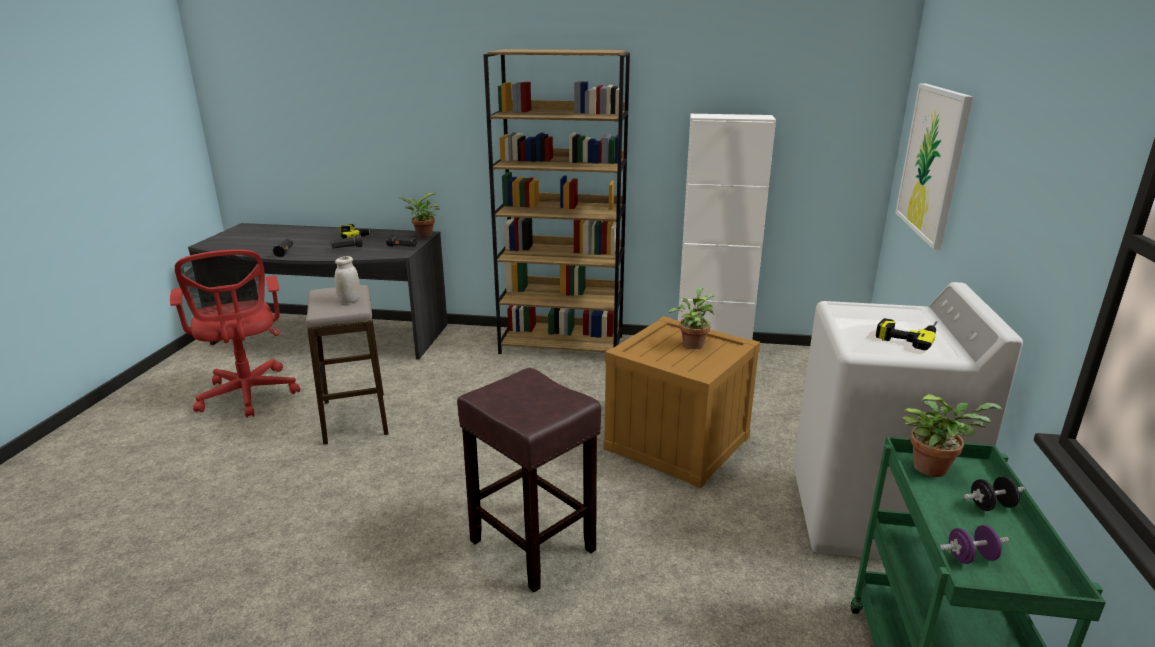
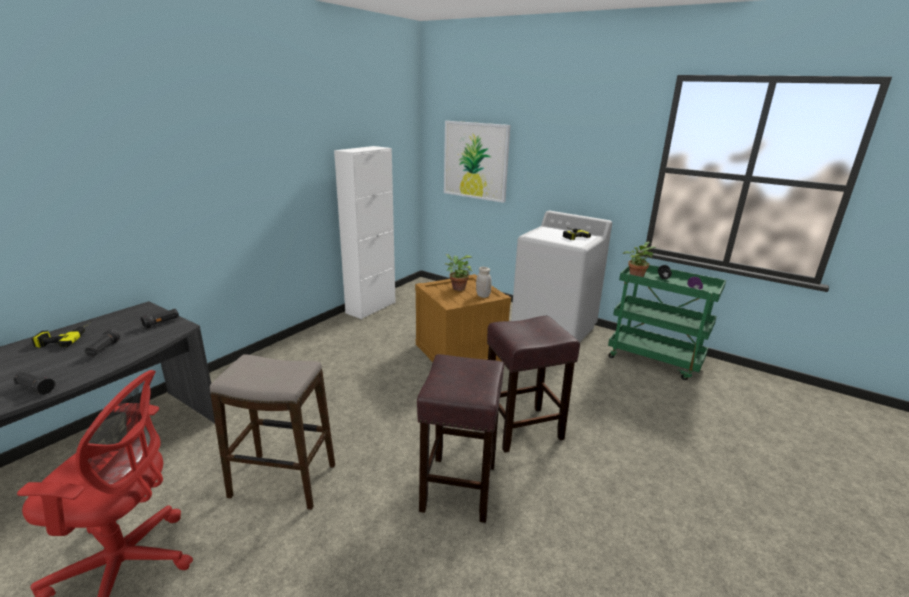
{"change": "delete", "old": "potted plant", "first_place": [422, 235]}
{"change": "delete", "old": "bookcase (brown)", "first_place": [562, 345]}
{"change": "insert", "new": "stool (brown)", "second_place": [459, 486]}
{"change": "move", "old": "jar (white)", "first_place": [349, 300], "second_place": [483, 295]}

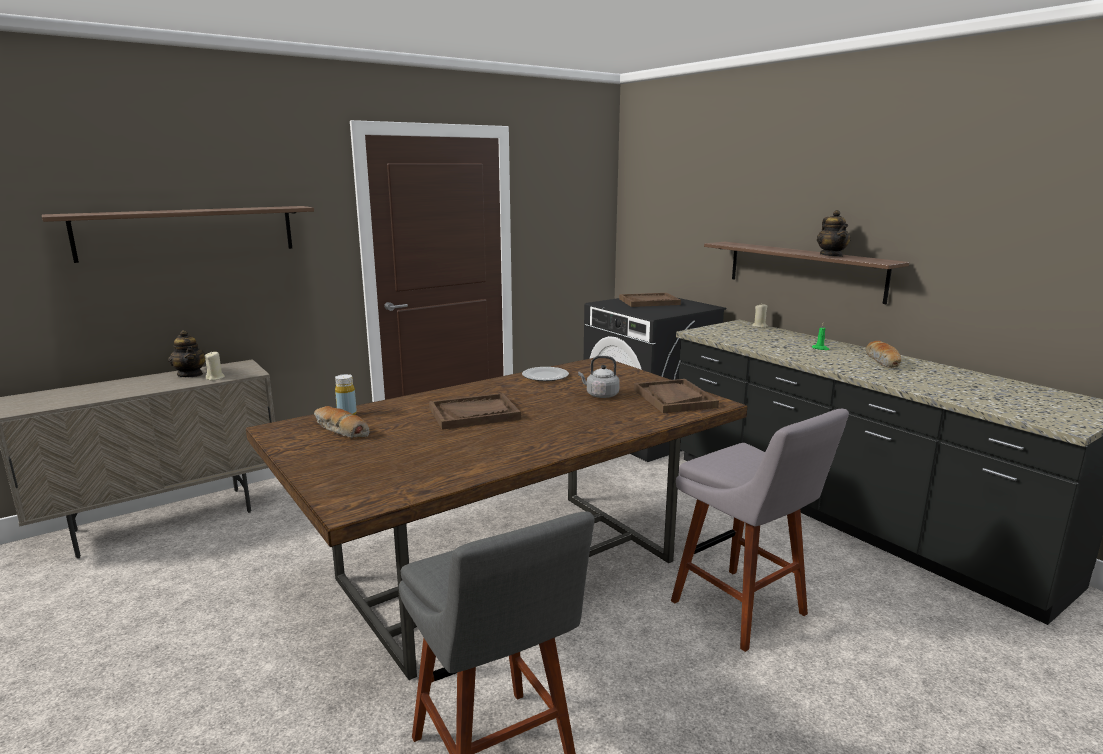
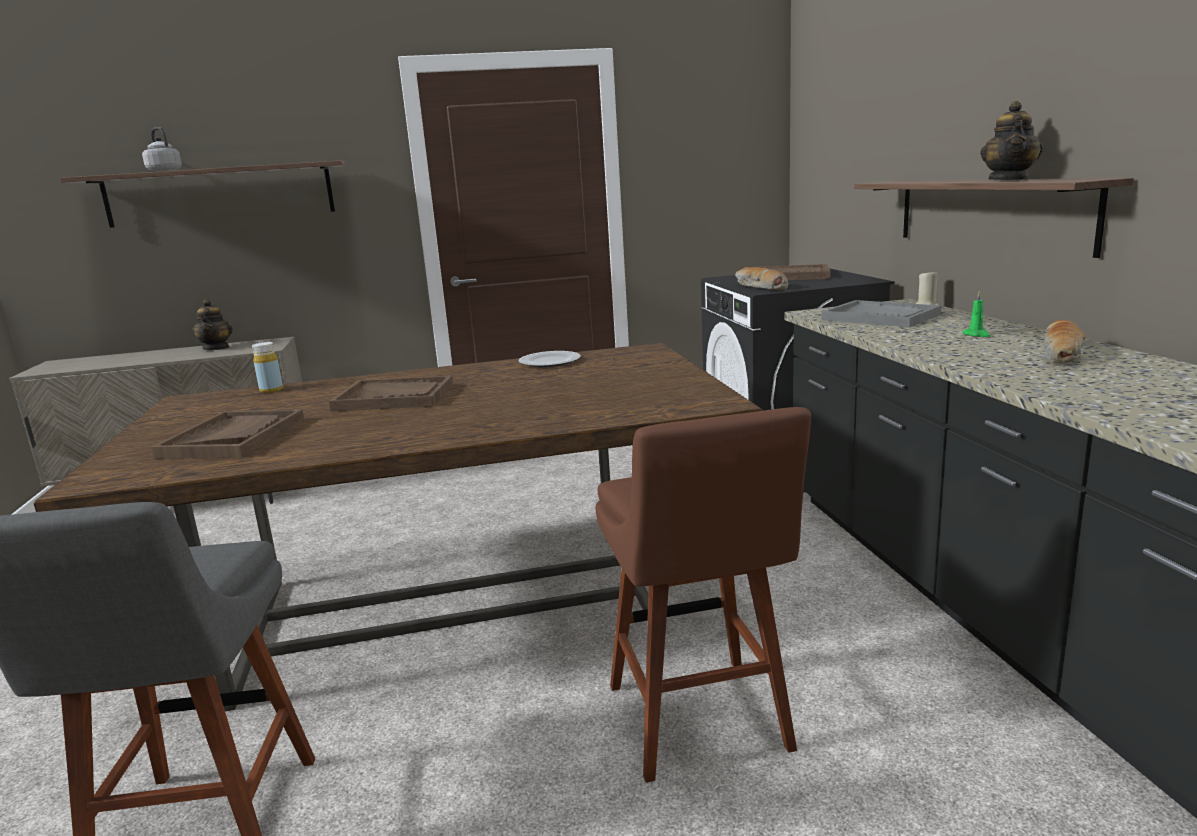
{"change": "delete", "old": "candle (beige)", "first_place": [215, 378]}
{"change": "insert", "new": "tray (grey)", "second_place": [881, 317]}
{"change": "move", "old": "bread", "first_place": [340, 430], "second_place": [759, 287]}
{"change": "move", "old": "kettle (grey)", "first_place": [600, 395], "second_place": [163, 171]}
{"change": "move", "old": "tray (brown)", "first_place": [674, 398], "second_place": [233, 438]}
{"change": "recolor", "old": "stool (grey)", "new": "stool (brown)", "first_place": [744, 611], "second_place": [700, 723]}

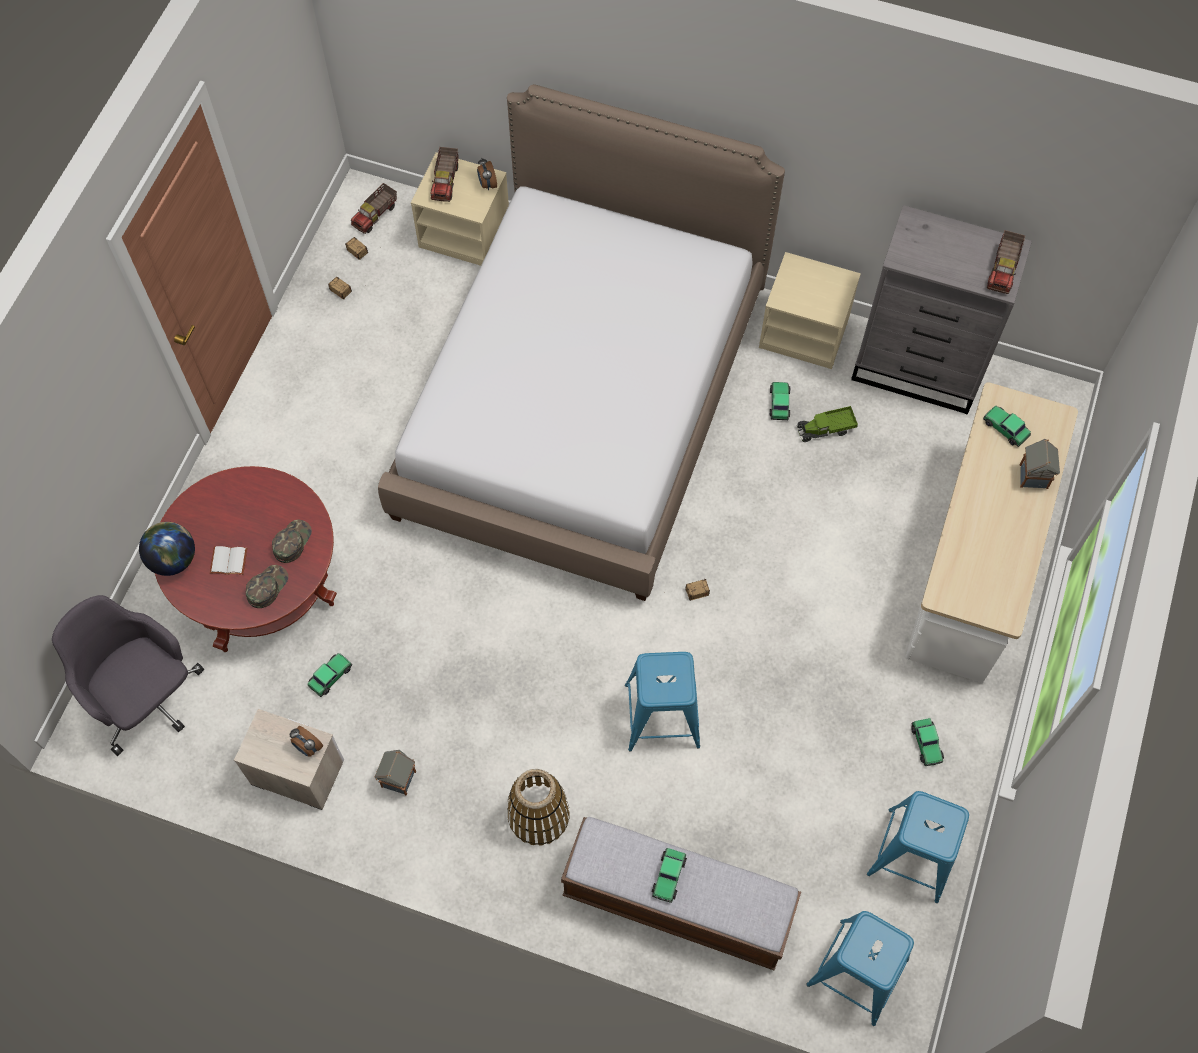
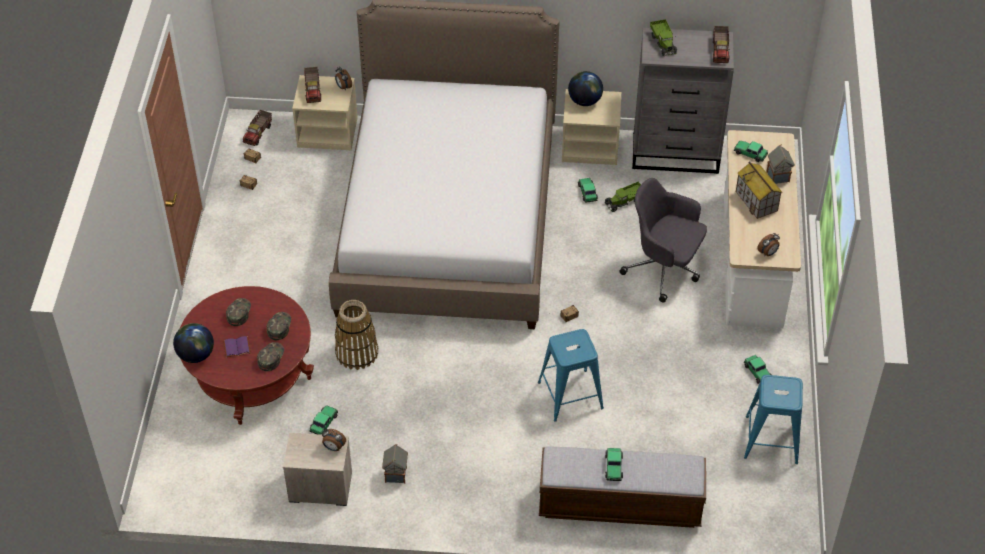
{"change": "delete", "old": "stool (blue)", "first_place": [857, 972]}
{"change": "insert", "new": "cap (green)", "second_place": [238, 313]}
{"change": "insert", "new": "globe", "second_place": [584, 101]}
{"change": "insert", "new": "toy truck", "second_place": [663, 43]}
{"change": "insert", "new": "toy house", "second_place": [757, 201]}
{"change": "insert", "new": "alarm clock", "second_place": [768, 253]}
{"change": "move", "old": "office chair (grey)", "first_place": [146, 698], "second_place": [664, 269]}
{"change": "move", "old": "basket", "first_place": [538, 816], "second_place": [357, 353]}
{"change": "recolor", "old": "book (white)", "new": "book (purple)", "first_place": [228, 562], "second_place": [236, 348]}

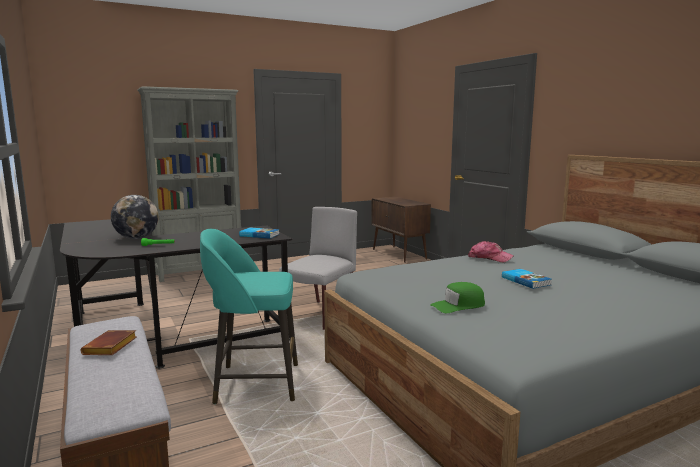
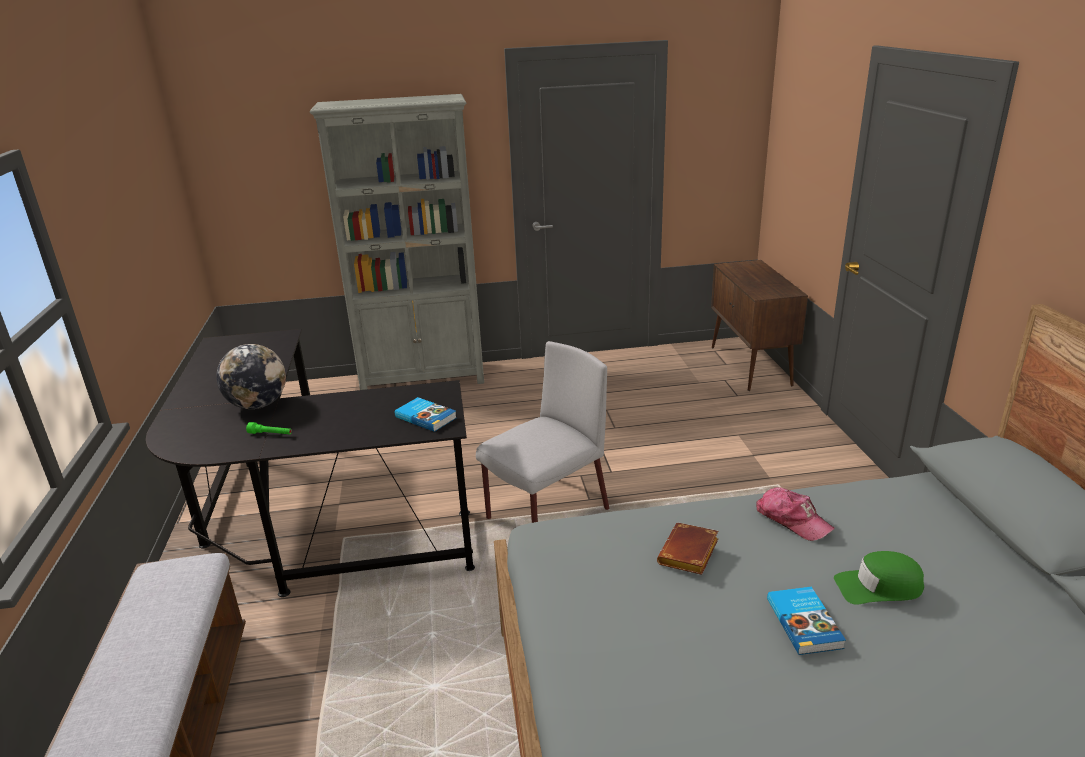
{"change": "delete", "old": "stool (turquoise)", "first_place": [254, 383]}
{"change": "move", "old": "book (brown)", "first_place": [111, 348], "second_place": [689, 555]}
{"change": "move", "old": "cap (green)", "first_place": [458, 305], "second_place": [878, 587]}

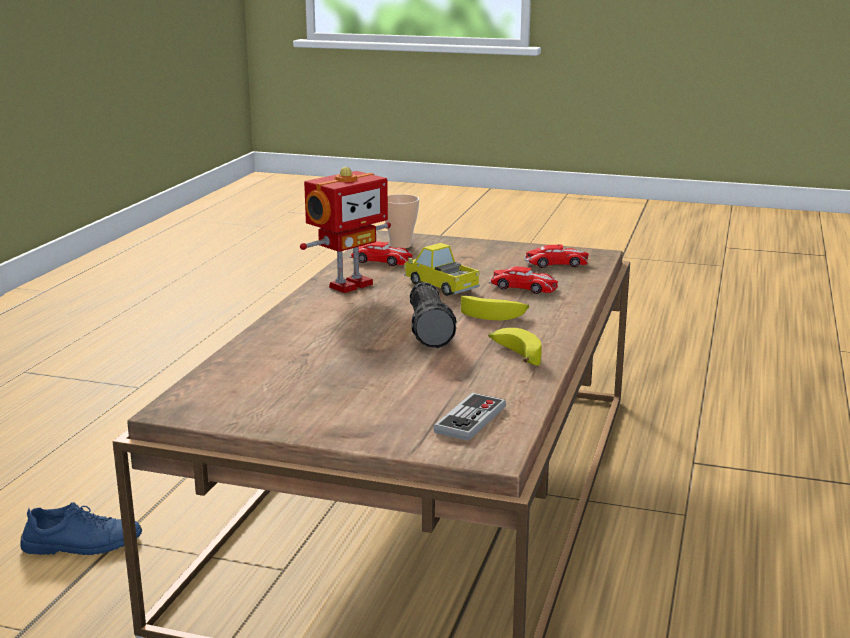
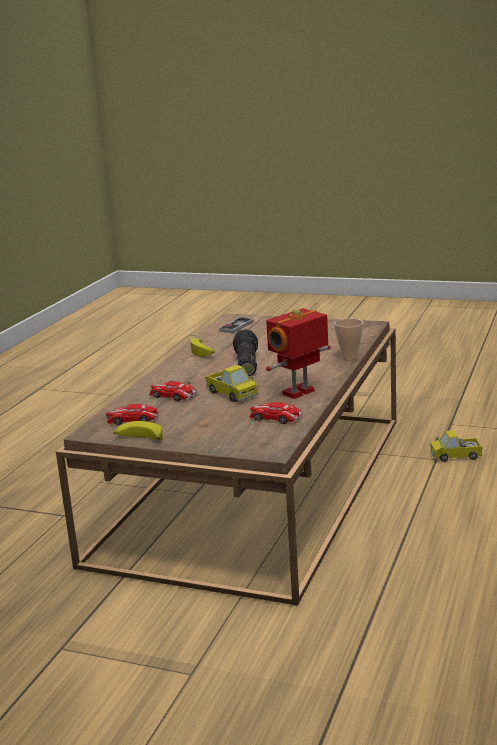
{"change": "move", "old": "cup", "first_place": [400, 245], "second_place": [349, 357]}
{"change": "move", "old": "banana", "first_place": [494, 314], "second_place": [139, 439]}
{"change": "replace", "old": "shoe (blue)", "new": "toy truck", "first_place": [82, 544], "second_place": [455, 456]}

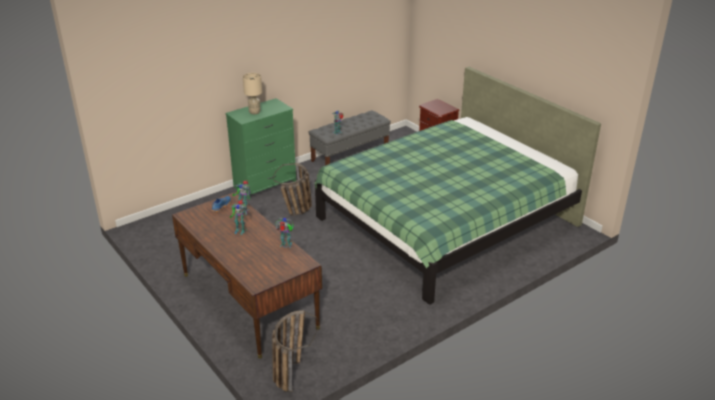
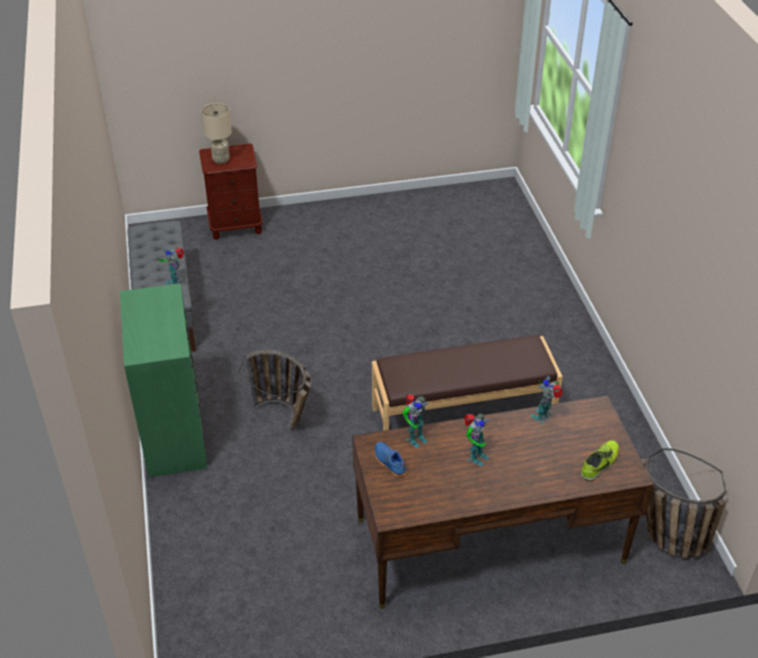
{"change": "delete", "old": "bed (green)", "first_place": [445, 221]}
{"change": "insert", "new": "bench (brown)", "second_place": [462, 414]}
{"change": "insert", "new": "shoe", "second_place": [600, 464]}
{"change": "move", "old": "table lamp (beige)", "first_place": [254, 112], "second_place": [220, 160]}

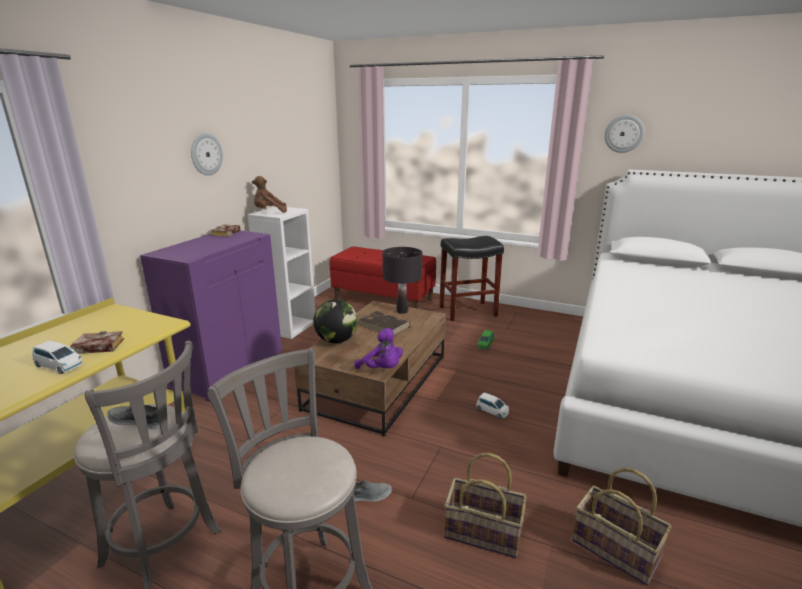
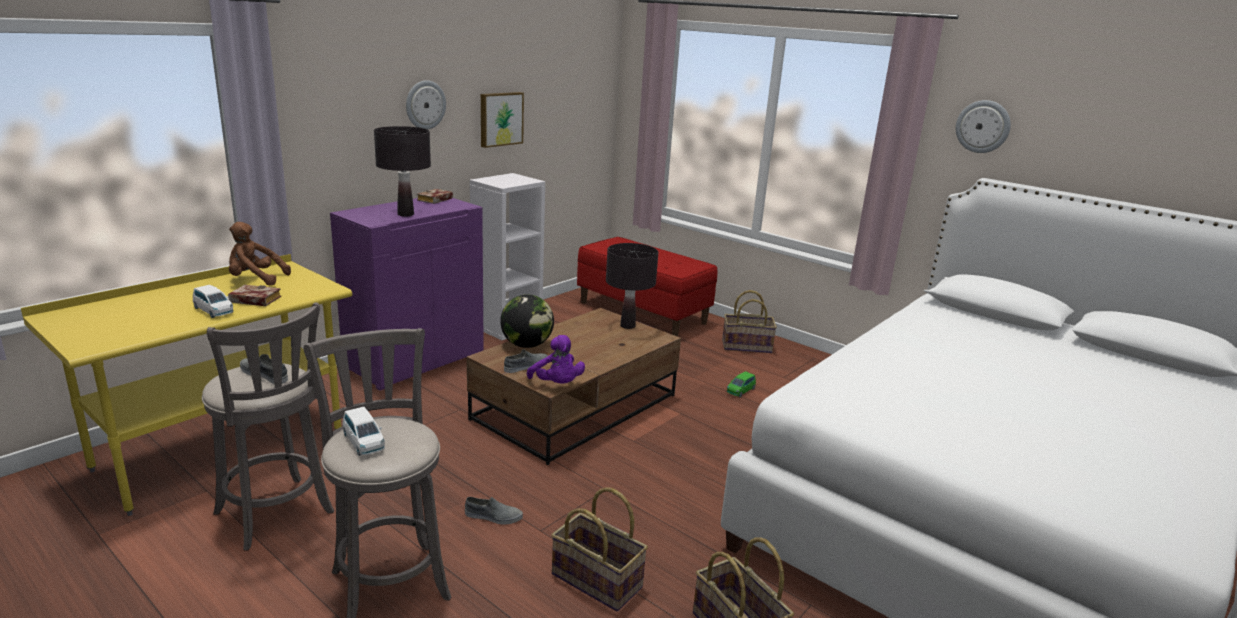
{"change": "delete", "old": "book (brown)", "first_place": [384, 326]}
{"change": "insert", "new": "table lamp (black)", "second_place": [405, 214]}
{"change": "insert", "new": "picture", "second_place": [500, 119]}
{"change": "insert", "new": "shoe (grey)", "second_place": [526, 366]}
{"change": "move", "old": "plush toy (brown)", "first_place": [269, 212], "second_place": [255, 279]}
{"change": "move", "old": "toy car (white)", "first_place": [492, 411], "second_place": [364, 442]}
{"change": "replace", "old": "stool (black)", "new": "basket", "first_place": [468, 311], "second_place": [746, 346]}

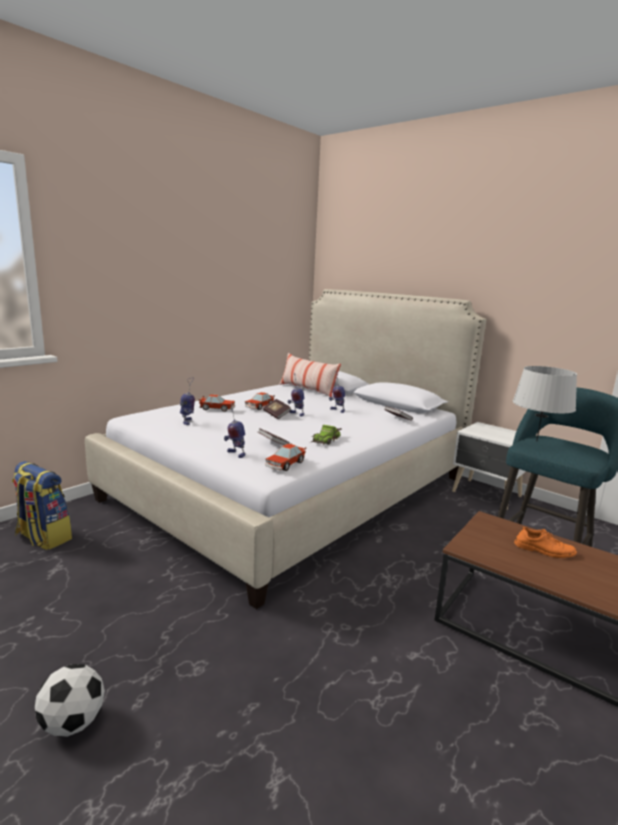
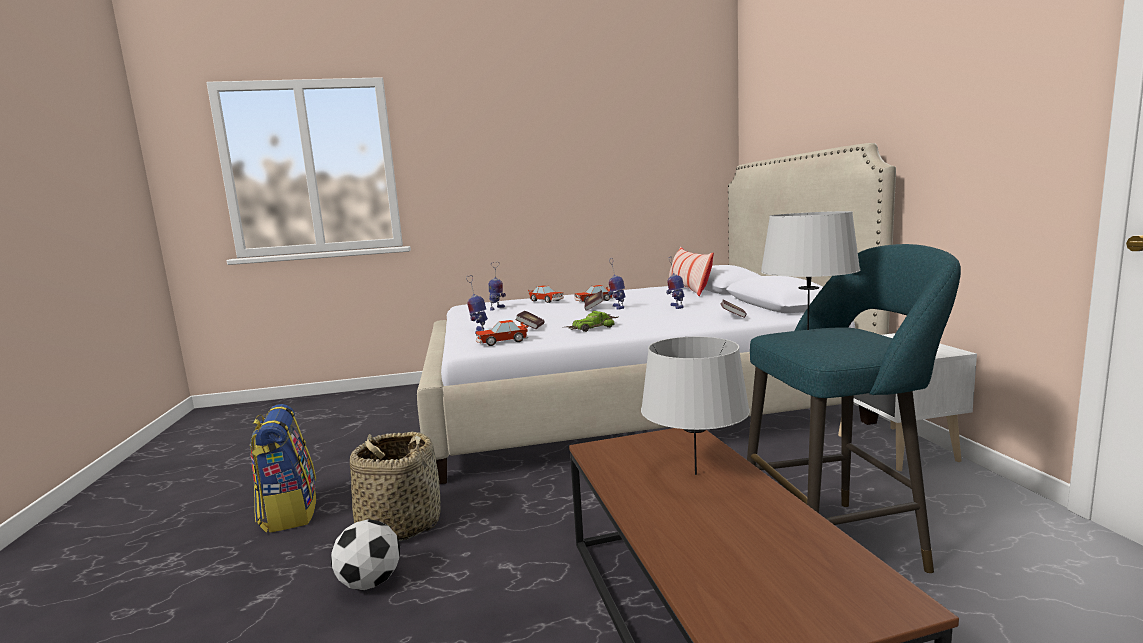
{"change": "insert", "new": "basket", "second_place": [399, 524]}
{"change": "move", "old": "backpack", "first_place": [43, 537], "second_place": [289, 513]}
{"change": "move", "old": "football", "first_place": [73, 723], "second_place": [370, 582]}
{"change": "replace", "old": "shoe (orange)", "new": "table lamp (grey)", "first_place": [544, 550], "second_place": [695, 474]}

